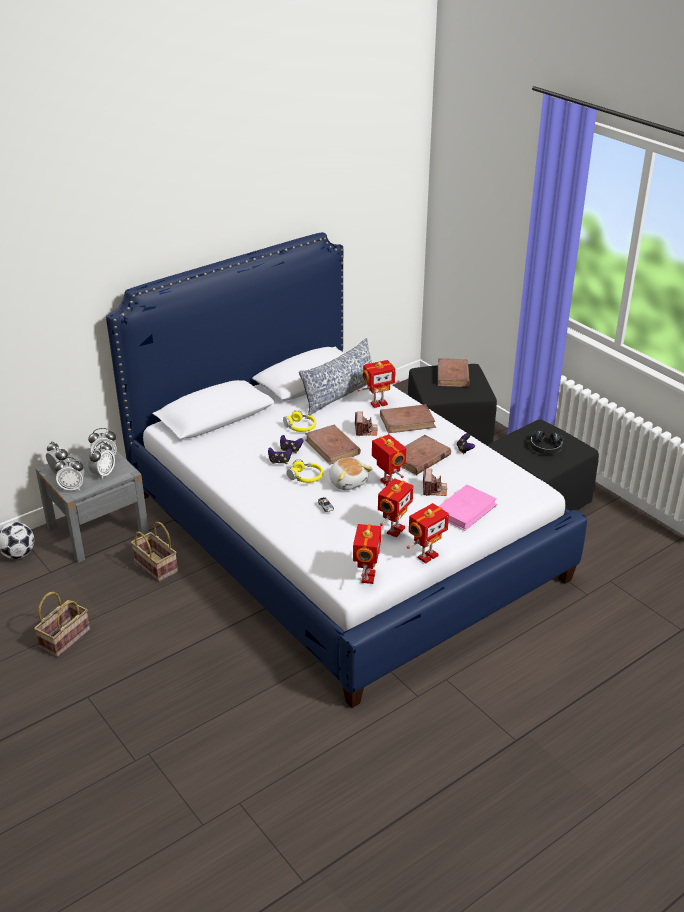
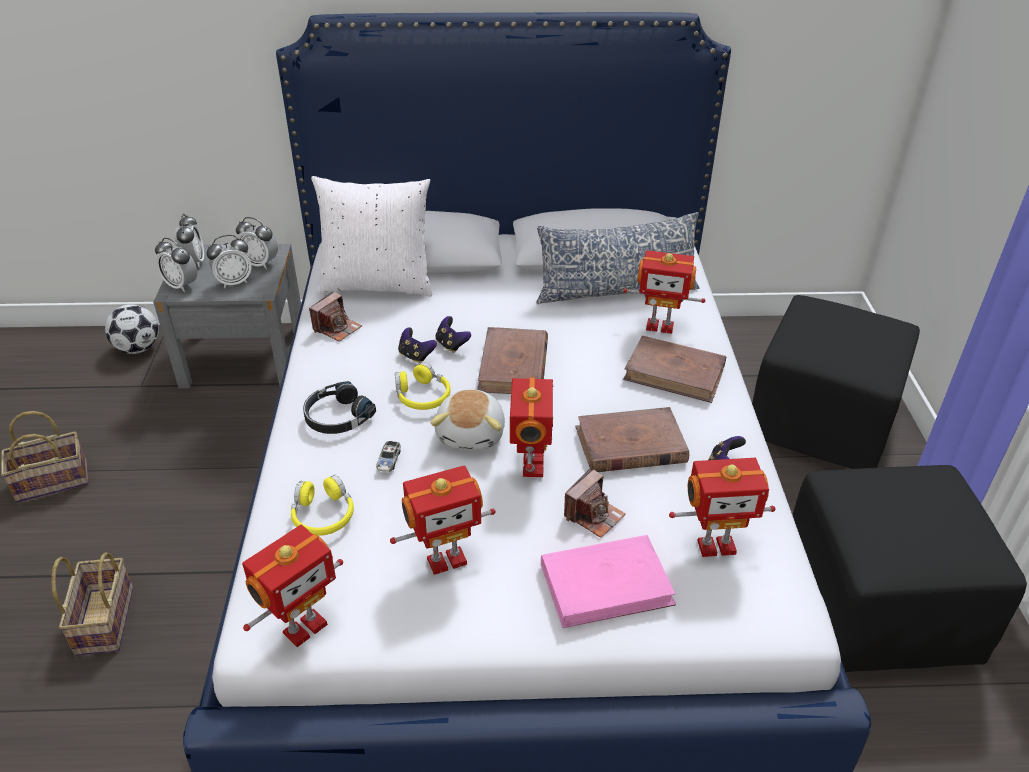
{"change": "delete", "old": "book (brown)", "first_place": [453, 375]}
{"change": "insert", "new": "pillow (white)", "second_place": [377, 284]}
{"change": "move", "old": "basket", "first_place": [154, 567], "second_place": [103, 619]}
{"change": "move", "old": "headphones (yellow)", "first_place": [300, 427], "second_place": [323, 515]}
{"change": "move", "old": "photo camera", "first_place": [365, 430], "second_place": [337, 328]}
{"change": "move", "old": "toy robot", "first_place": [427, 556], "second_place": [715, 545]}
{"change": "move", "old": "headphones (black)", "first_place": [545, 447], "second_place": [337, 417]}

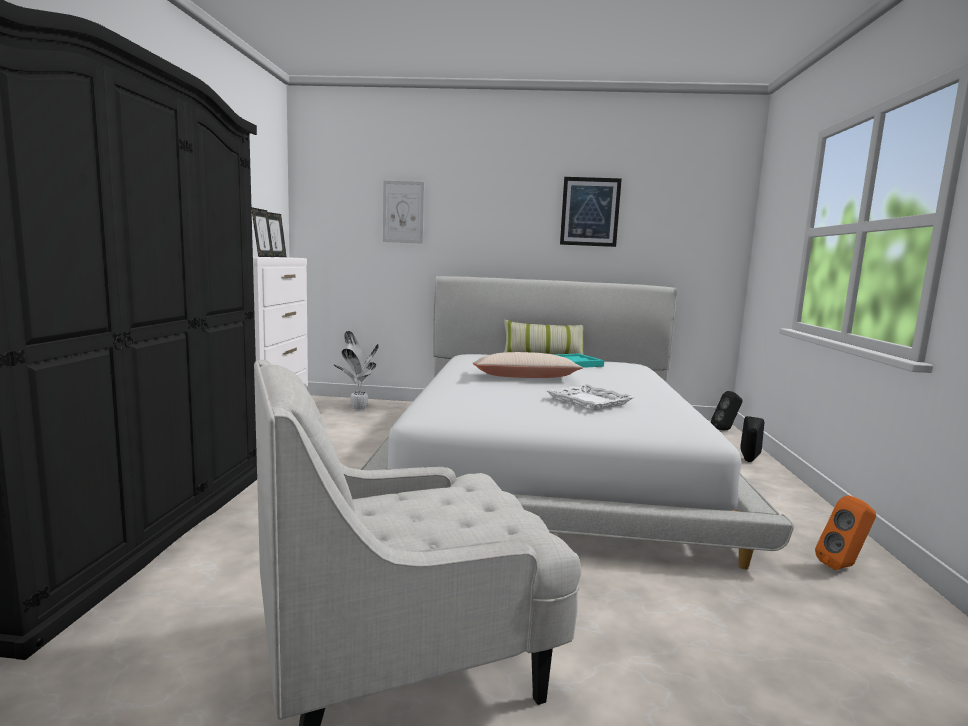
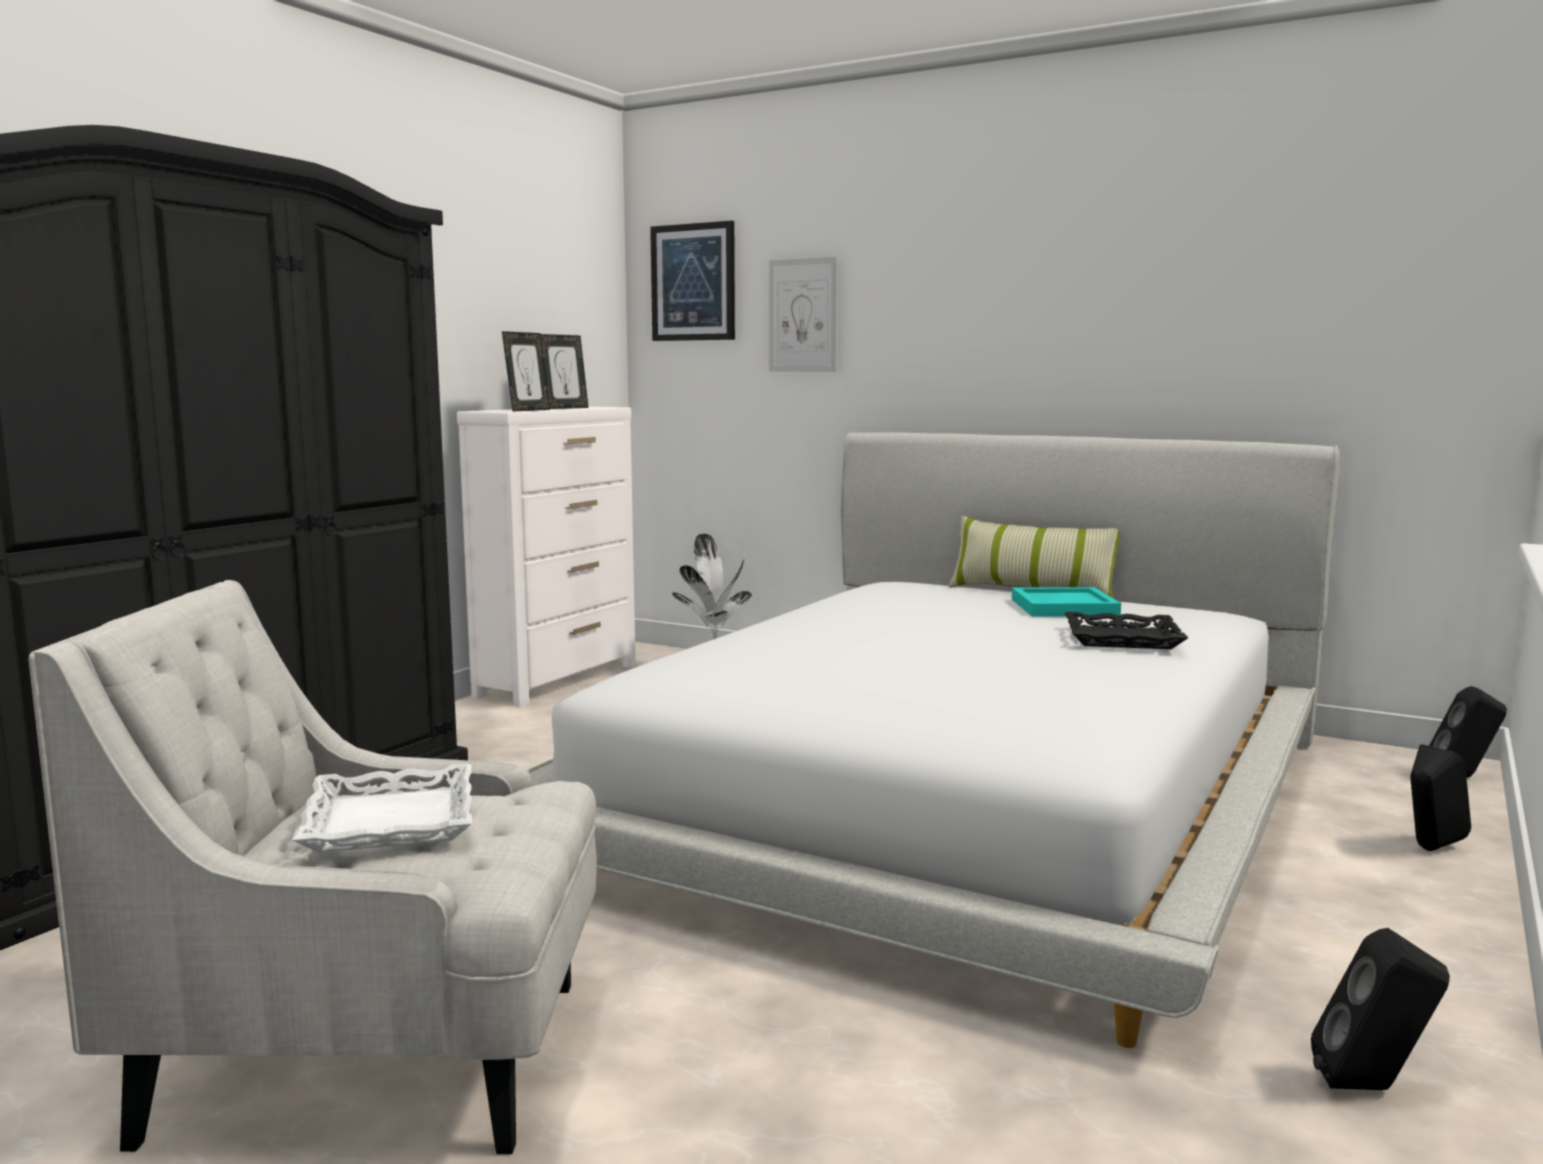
{"change": "delete", "old": "pillow (beige)", "first_place": [525, 377]}
{"change": "insert", "new": "tray (black)", "second_place": [1122, 639]}
{"change": "move", "old": "tray (white)", "first_place": [588, 402], "second_place": [389, 821]}
{"change": "move", "old": "picture", "first_place": [590, 212], "second_place": [693, 282]}
{"change": "recolor", "old": "speaker (orange)", "new": "speaker (black)", "first_place": [843, 566], "second_place": [1373, 1088]}

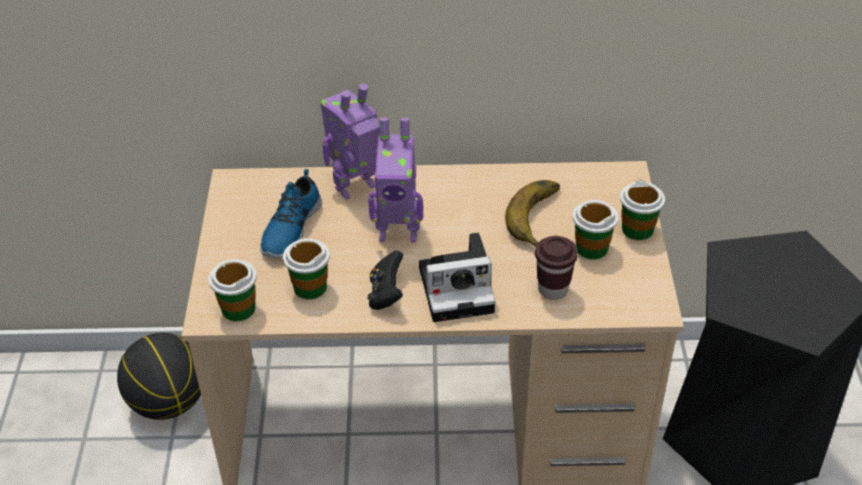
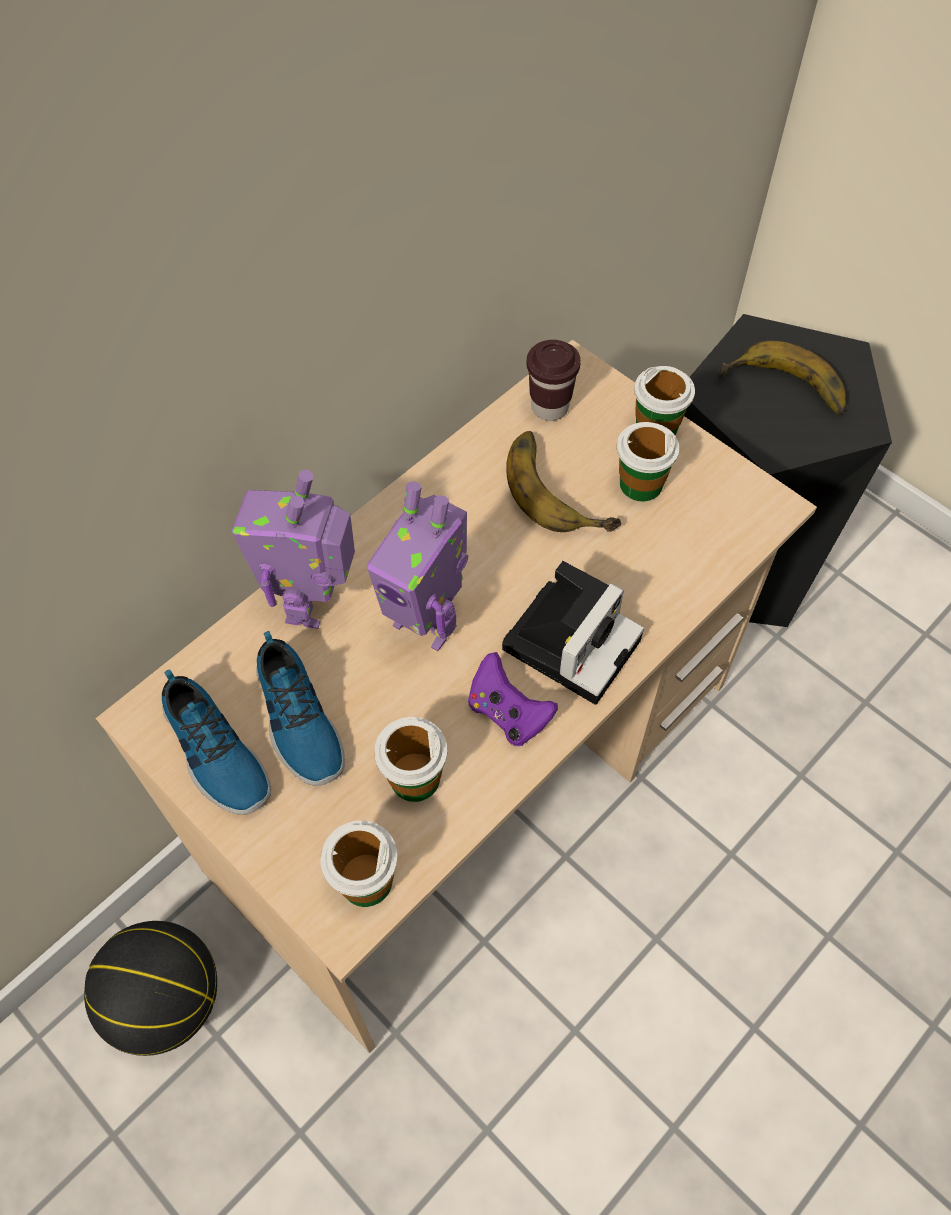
{"change": "insert", "new": "shoe", "second_place": [214, 753]}
{"change": "insert", "new": "banana", "second_place": [783, 392]}
{"change": "move", "old": "cup (brown)", "first_place": [553, 289], "second_place": [550, 407]}
{"change": "recolor", "old": "game controller (black)", "new": "game controller (purple)", "first_place": [386, 294], "second_place": [508, 713]}
{"change": "rotate", "old": "toy robot", "first_place": [398, 231], "second_place": [427, 623], "degrees": 75}

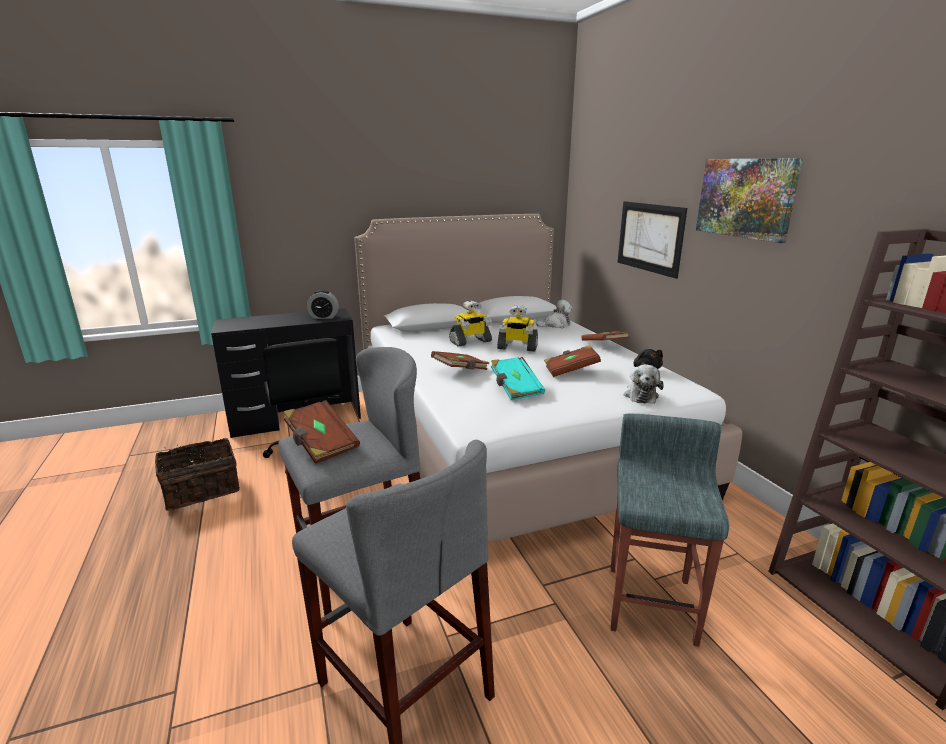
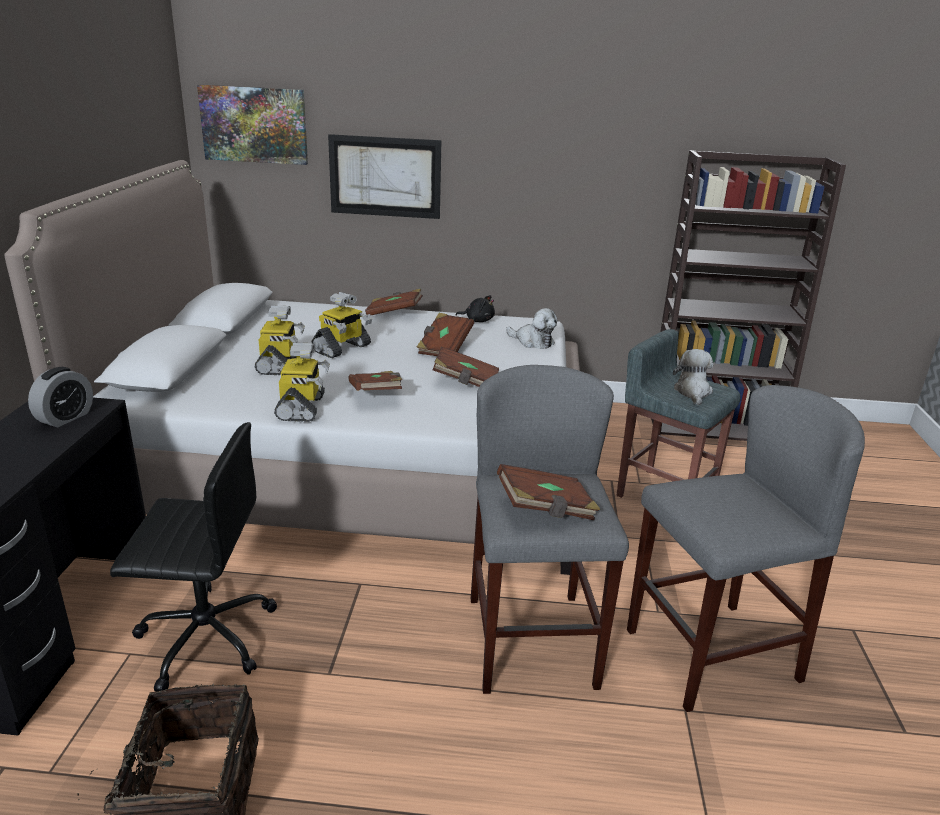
{"change": "insert", "new": "toy robot", "second_place": [302, 408]}
{"change": "move", "old": "plush toy", "first_place": [555, 325], "second_place": [693, 392]}
{"change": "move", "old": "picture", "first_place": [745, 198], "second_place": [254, 124]}
{"change": "recolor", "old": "book (turquoise)", "new": "book (brown)", "first_place": [515, 388], "second_place": [466, 382]}

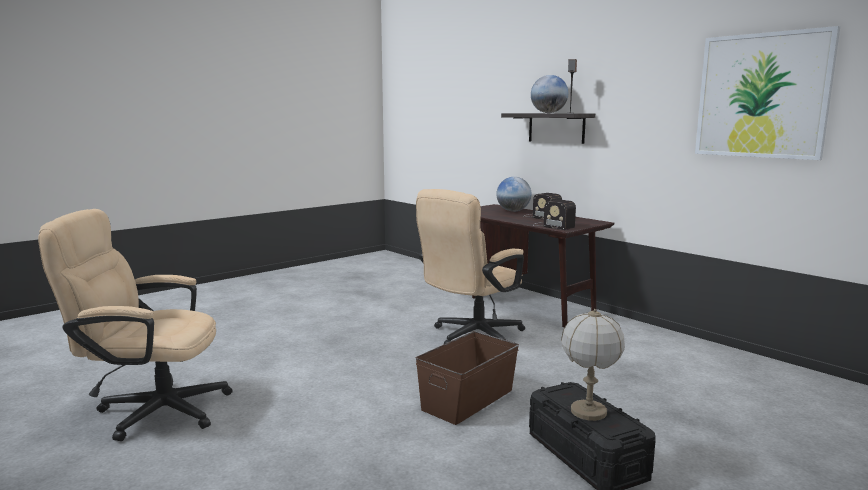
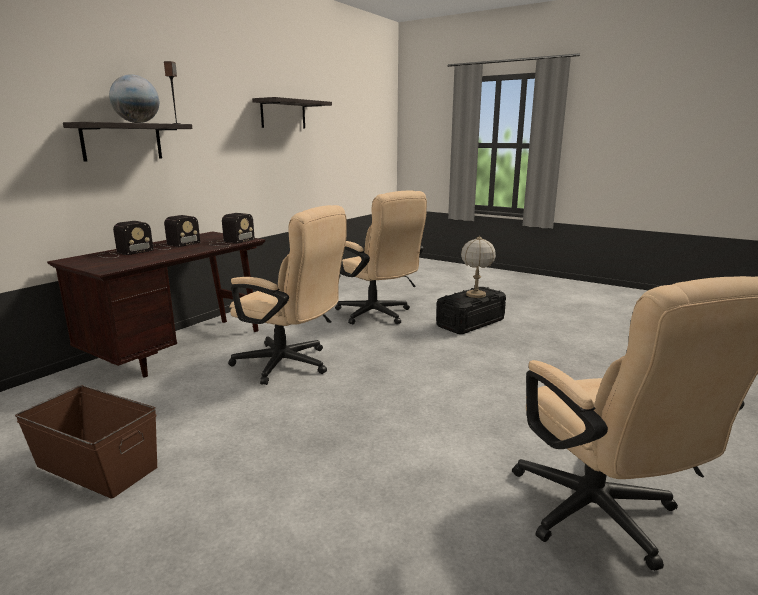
{"change": "insert", "new": "office chair (beige)", "second_place": [378, 315]}
{"change": "move", "old": "storage box (brown)", "first_place": [467, 399], "second_place": [96, 467]}
{"change": "replace", "old": "globe", "new": "radio", "first_place": [513, 211], "second_place": [123, 253]}
{"change": "replace", "old": "picture", "new": "shelf", "first_place": [762, 96], "second_place": [283, 114]}

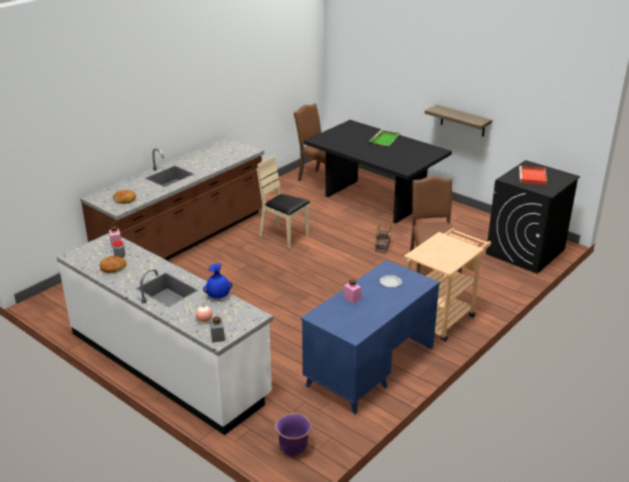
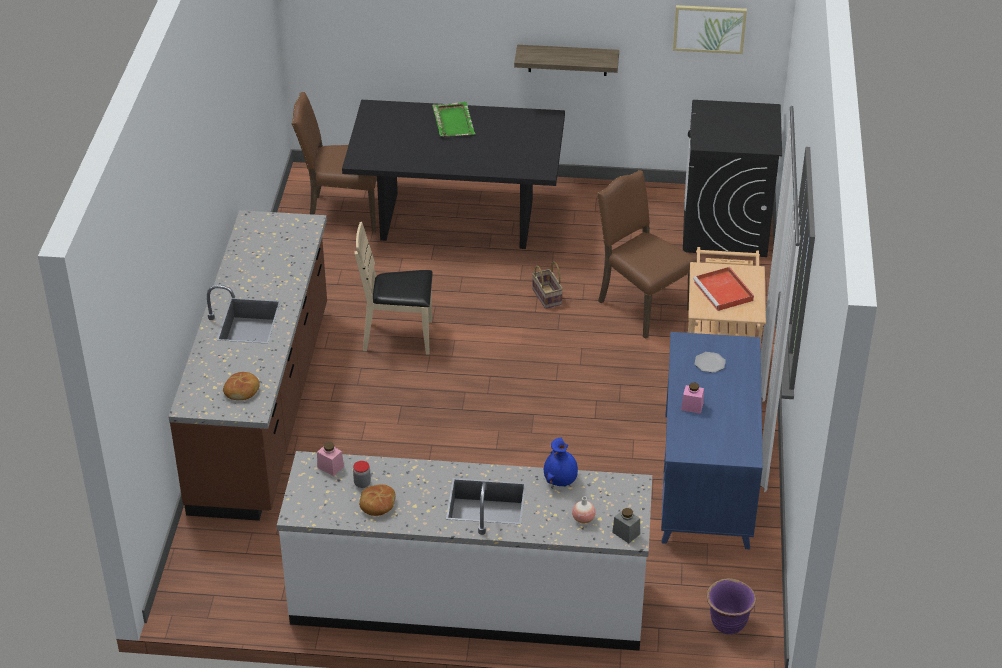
{"change": "insert", "new": "picture", "second_place": [709, 28]}
{"change": "move", "old": "tray (red)", "first_place": [533, 177], "second_place": [724, 292]}

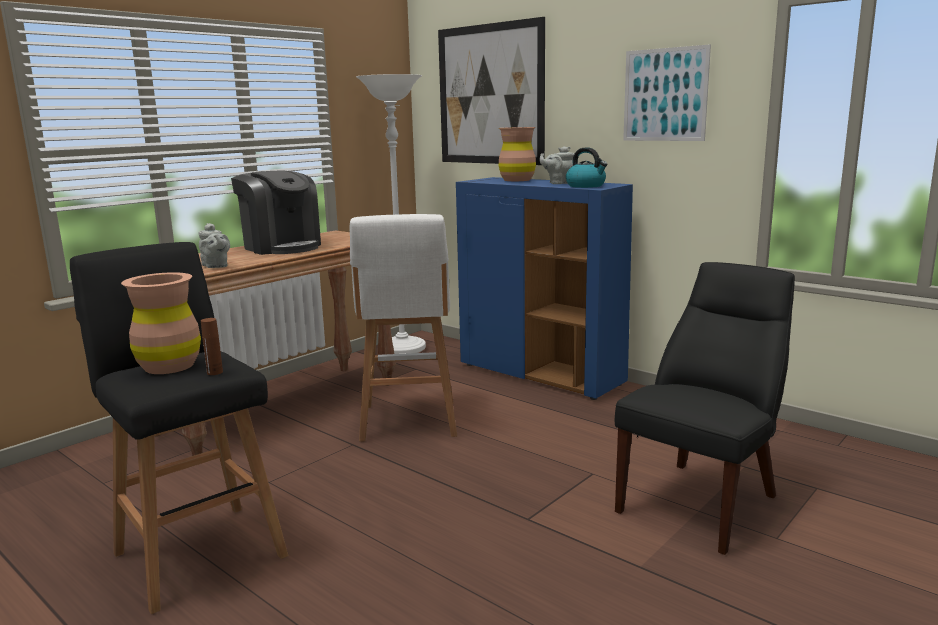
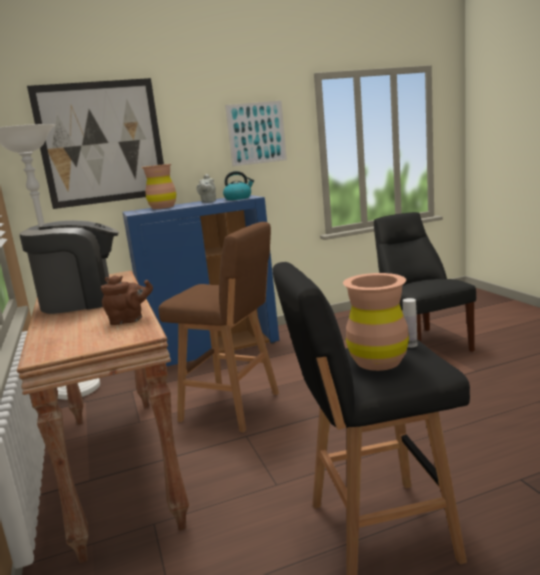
{"change": "recolor", "old": "teapot (grey)", "new": "teapot (brown)", "first_place": [215, 266], "second_place": [129, 320]}
{"change": "recolor", "old": "bottle (brown)", "new": "bottle (white)", "first_place": [215, 372], "second_place": [410, 345]}
{"change": "recolor", "old": "stool (white)", "new": "stool (brown)", "first_place": [408, 422], "second_place": [233, 407]}

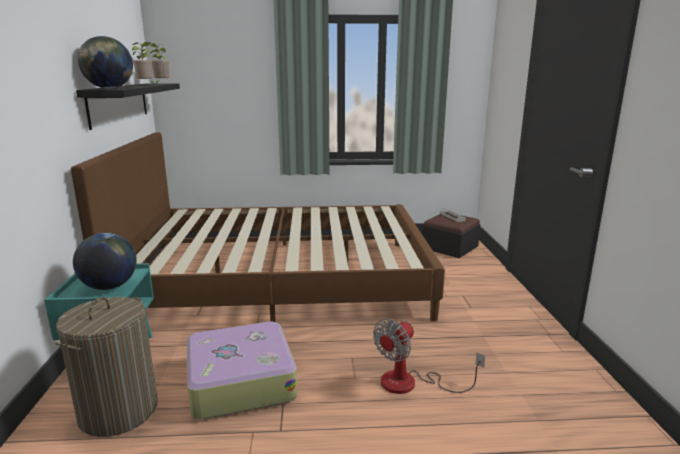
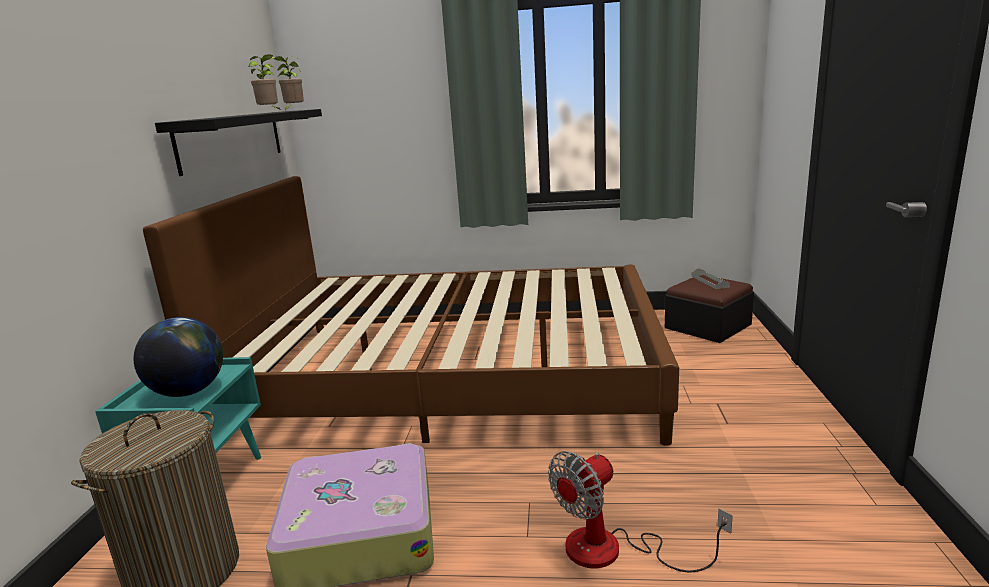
{"change": "delete", "old": "globe", "first_place": [109, 88]}

